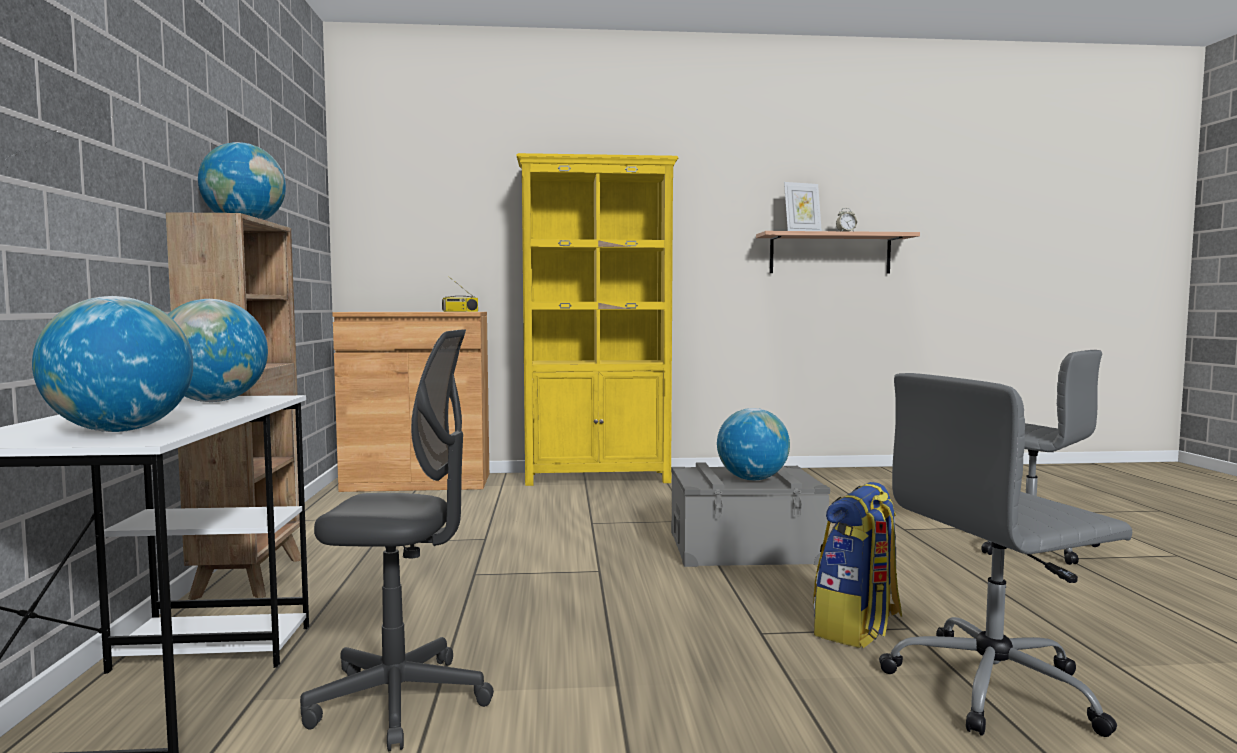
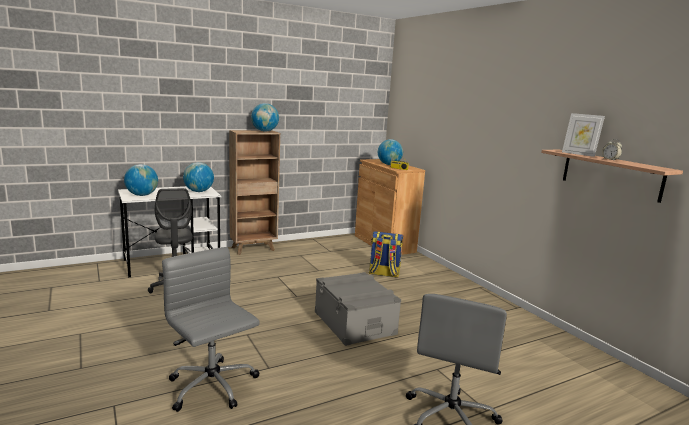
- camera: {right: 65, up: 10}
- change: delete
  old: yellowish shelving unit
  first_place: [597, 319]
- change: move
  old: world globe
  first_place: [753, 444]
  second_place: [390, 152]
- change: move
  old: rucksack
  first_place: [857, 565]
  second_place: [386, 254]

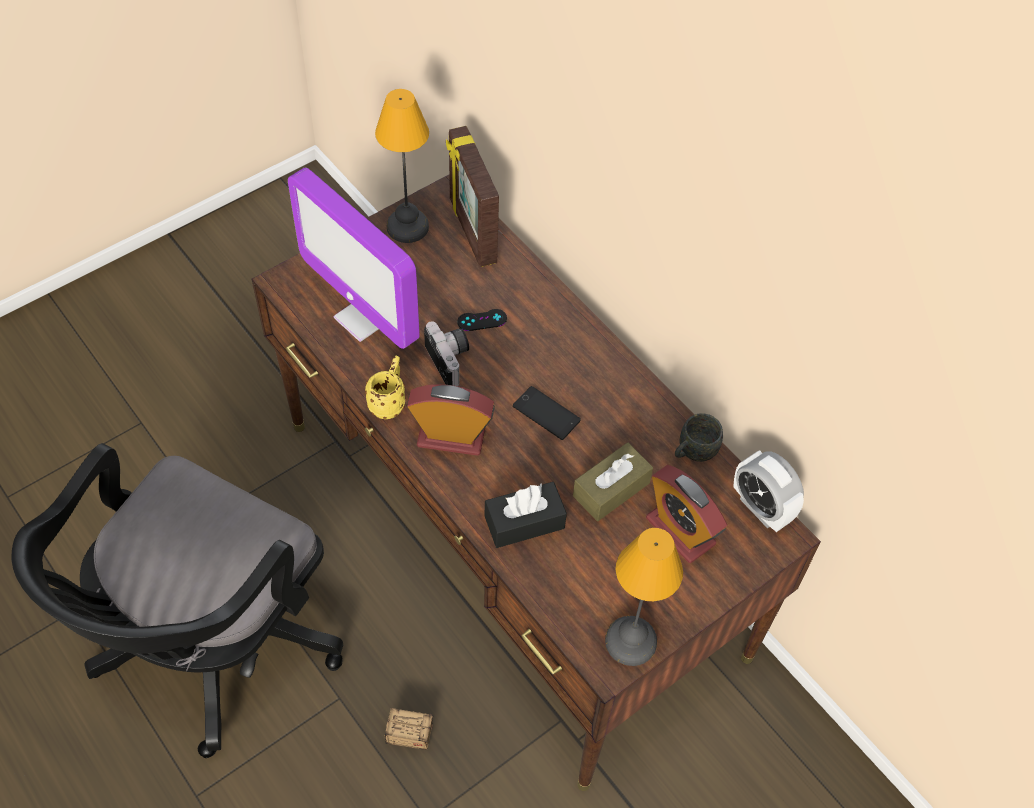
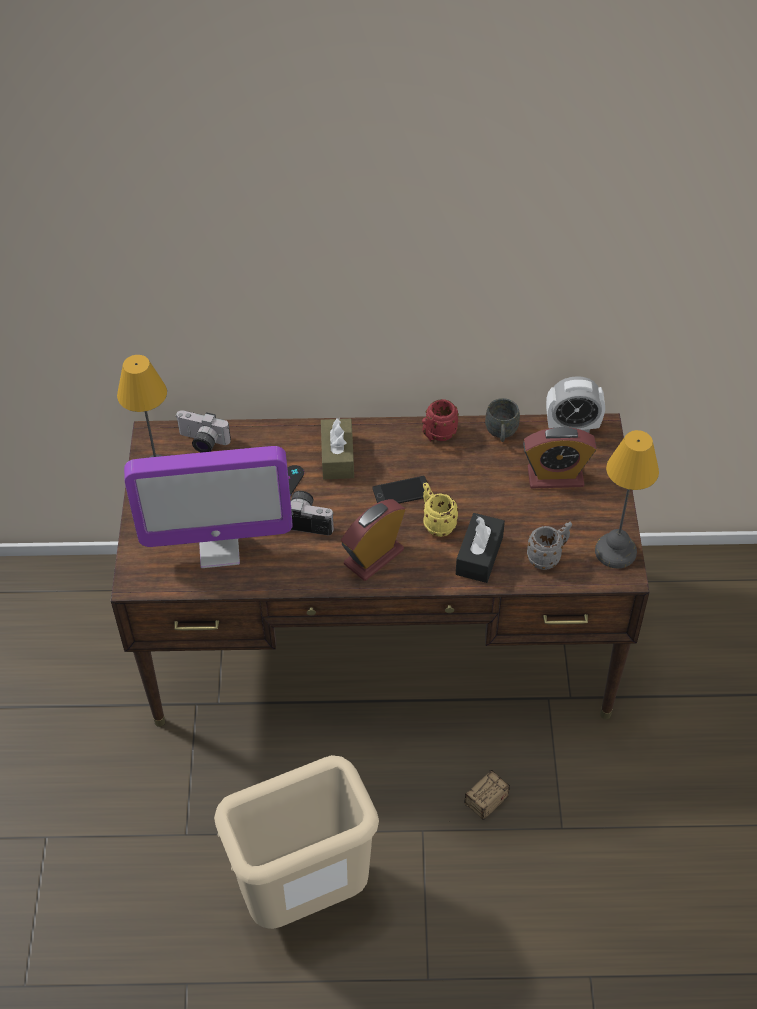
- camera: {right: -50, up: -5}
- change: insert
  new: reddish tea mug
  second_place: [440, 420]
- change: insert
  new: gray tea mug
  second_place: [549, 545]
- change: move
  old: yellowish tea mug
  first_place: [385, 387]
  second_place: [441, 509]
- change: move
  old: brown-coloured box of tissues
  first_place: [613, 482]
  second_place: [337, 448]
- change: replace
  old: blackish computer chair
  new: sand-coloured trash can
  first_place: [177, 600]
  second_place: [296, 842]
- change: replace
  old: photo frame
  new: photo camera
  first_place: [472, 196]
  second_place: [203, 431]

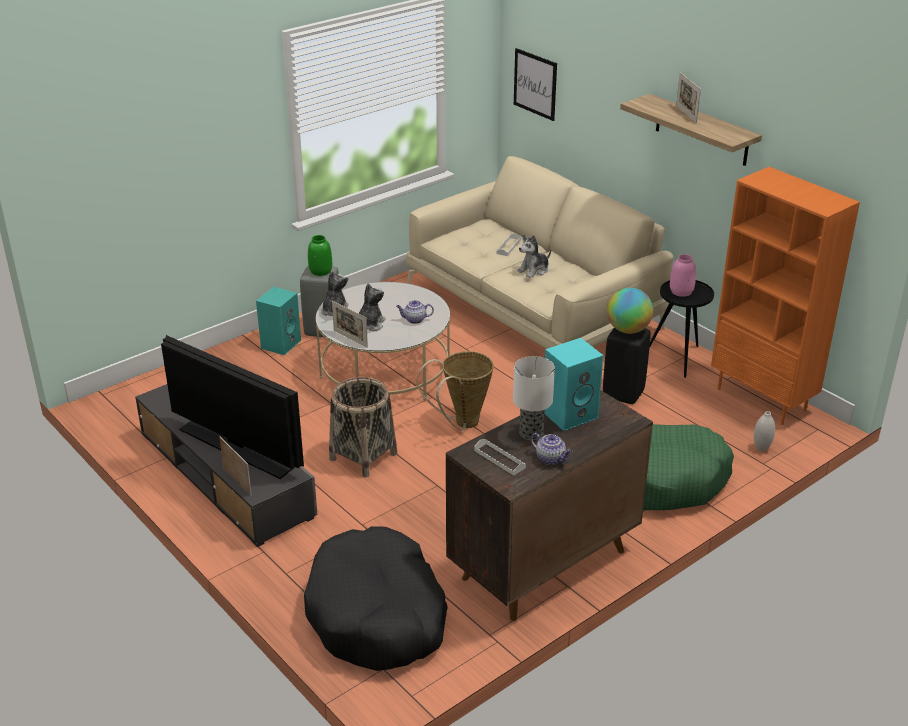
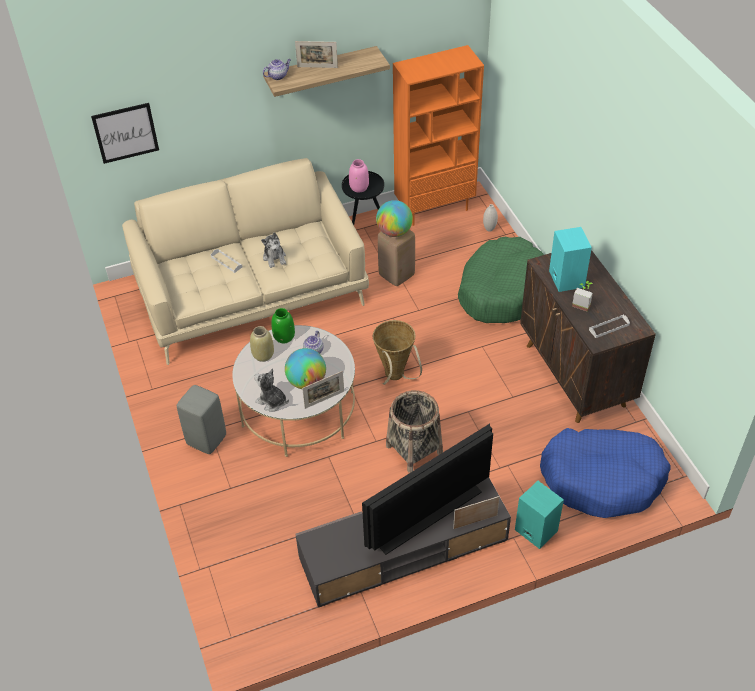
- camera: {right: -70, up: 15}
- change: insert
  new: sand-coloured vase
  second_place: [262, 344]
- change: move
  old: blue-green loudspeaker
  first_place: [278, 321]
  second_place: [539, 515]
- change: move
  old: greenish vase
  first_place: [320, 255]
  second_place: [283, 325]
- change: move
  old: pot for tea
  first_place: [551, 449]
  second_place: [277, 69]
- change: replace
  old: soft toy
  new: world globe
  first_place: [372, 307]
  second_place: [305, 368]
- change: replace
  old: lamp for a table
  new: potted plant
  first_place: [534, 398]
  second_place: [582, 296]
- change: recolor
  old: blackish pet bed
  new: bluish pet bed
  first_place: [376, 598]
  second_place: [605, 473]
- change: recolor
  old: blackish stool seat
  new: sand-coloured stool seat
  first_place: [626, 366]
  second_place: [396, 257]

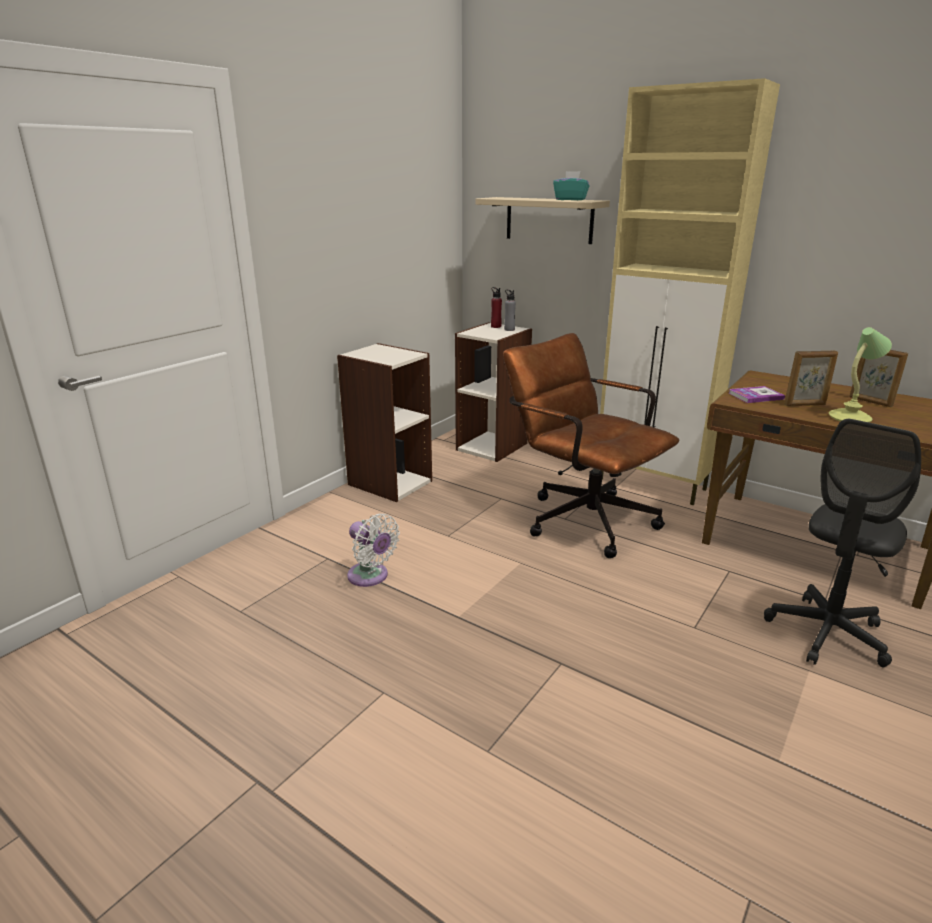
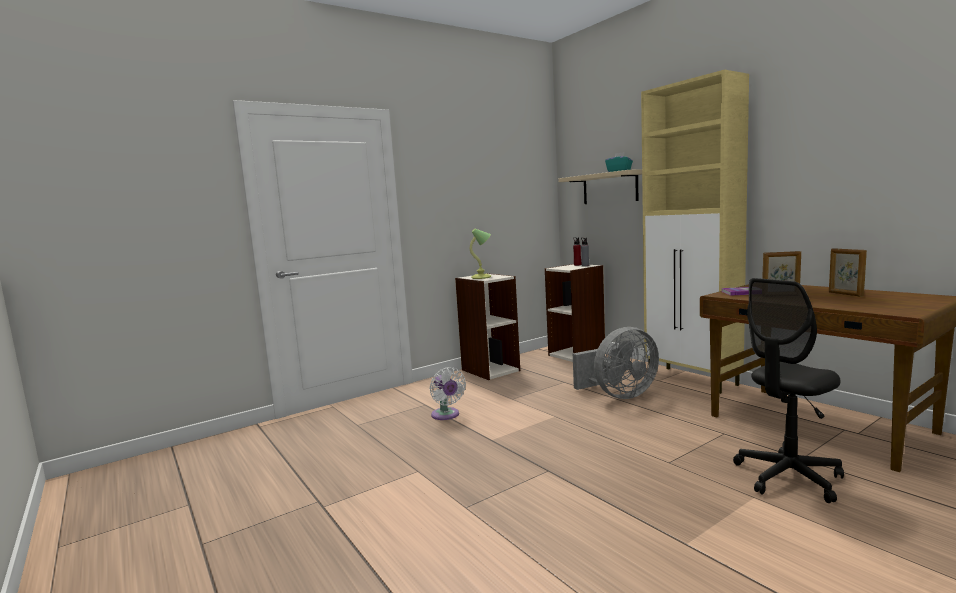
- camera: {right: 20, up: -15}
- change: move
  old: lamp for a table
  first_place: [860, 374]
  second_place: [480, 254]
- change: replace
  old: brown-coloured computer chair
  new: gray electric fan
  first_place: [591, 445]
  second_place: [616, 363]

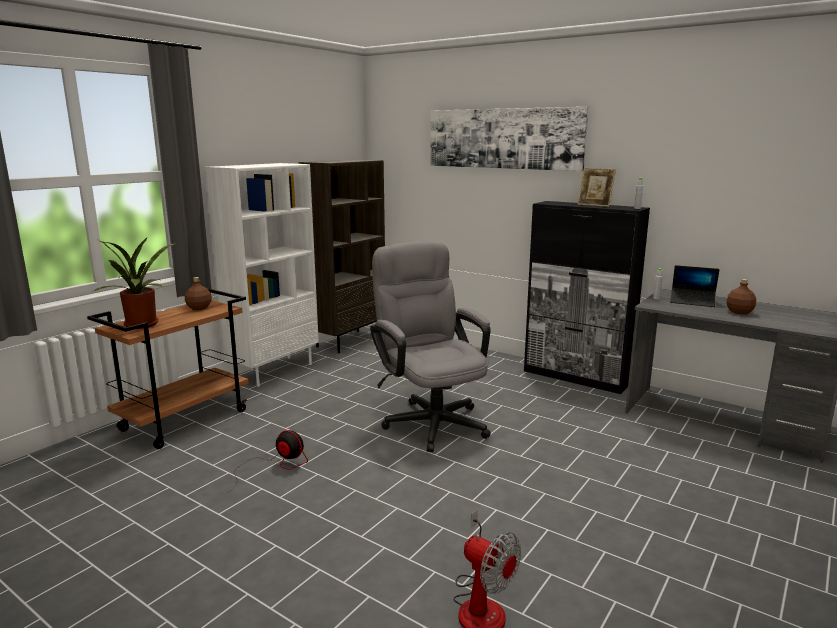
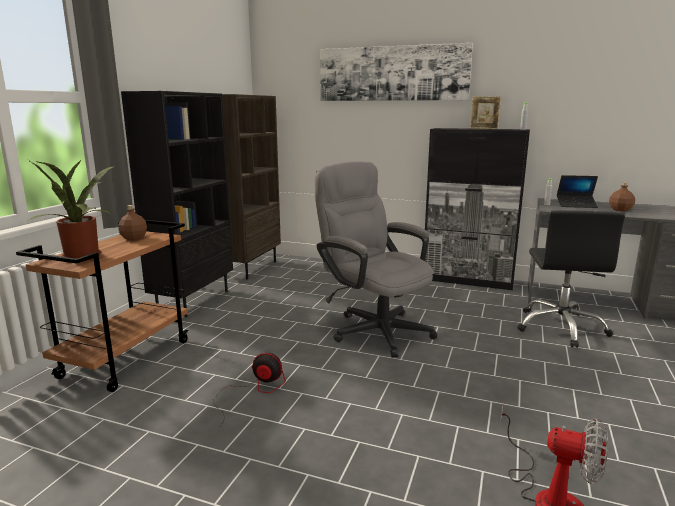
- camera: {right: -15, up: 0}
- change: insert
  new: blackish computer chair
  second_place: [571, 279]
- change: recolor
  old: whitish shelving unit
  new: blackish shelving unit
  first_place: [262, 275]
  second_place: [177, 204]

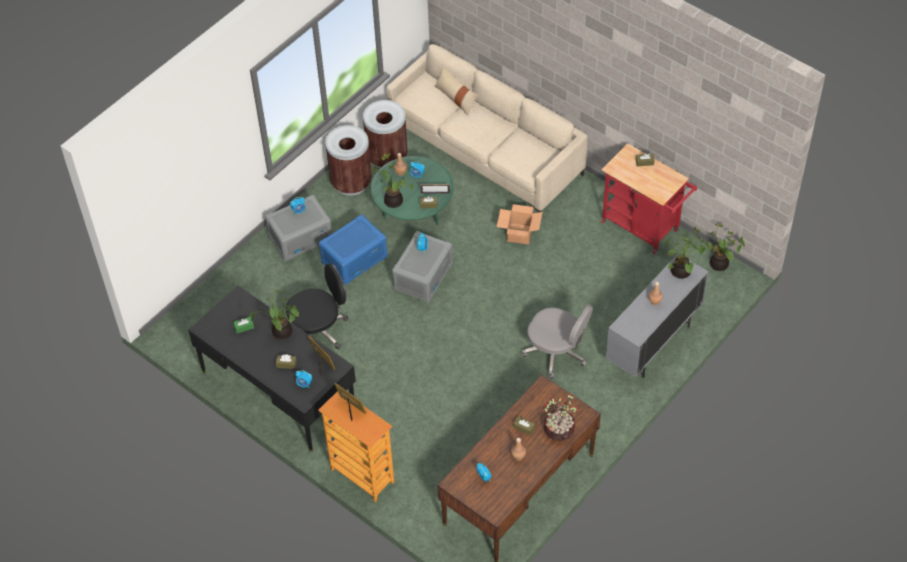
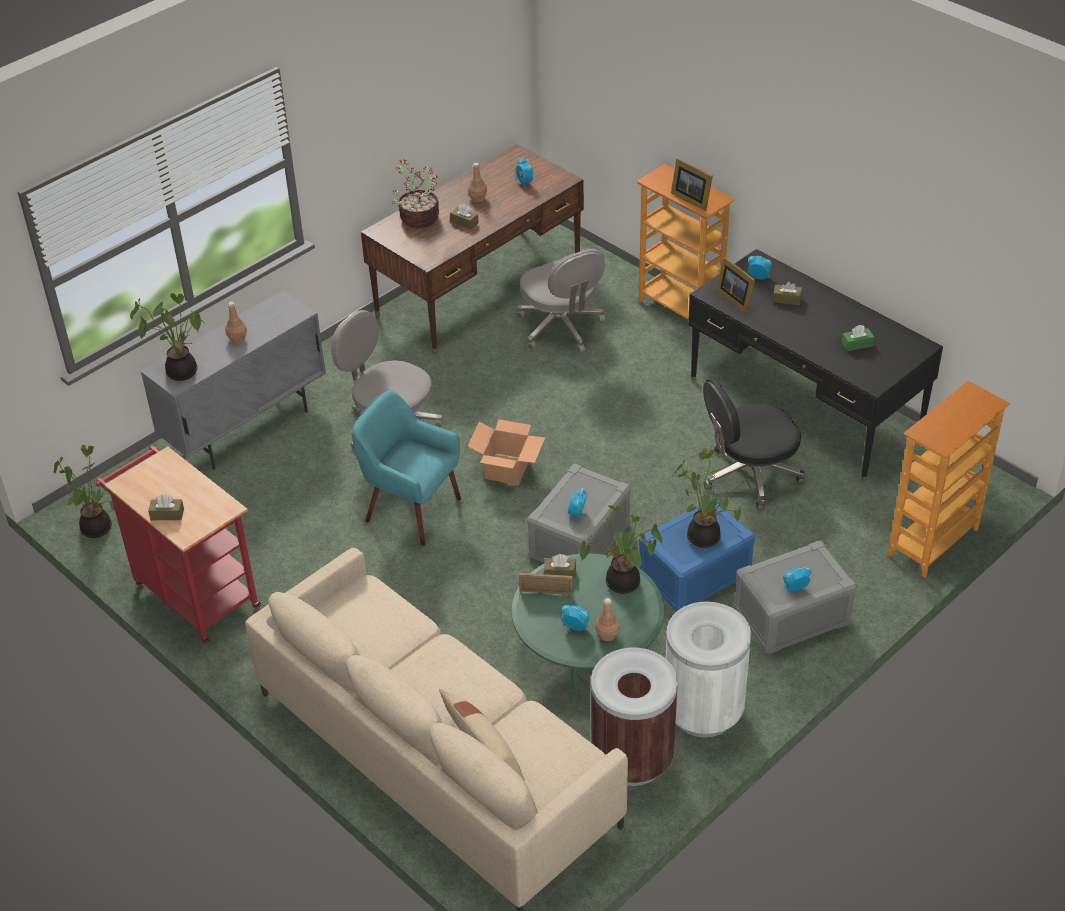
- camera: {right: -175, up: -10}
- change: insert
  new: blue-green easy chair
  second_place: [406, 468]
- change: insert
  new: gray computer chair
  second_place: [560, 300]
- change: insert
  new: shelving unit
  second_place: [949, 479]
- change: move
  old: potted plant
  first_place: [274, 314]
  second_place: [712, 498]
- change: move
  old: packing box
  first_place: [520, 224]
  second_place: [506, 452]
- change: recolor
  old: brown-coloured trash can
  new: whitish trash can
  first_place: [348, 160]
  second_place: [708, 670]

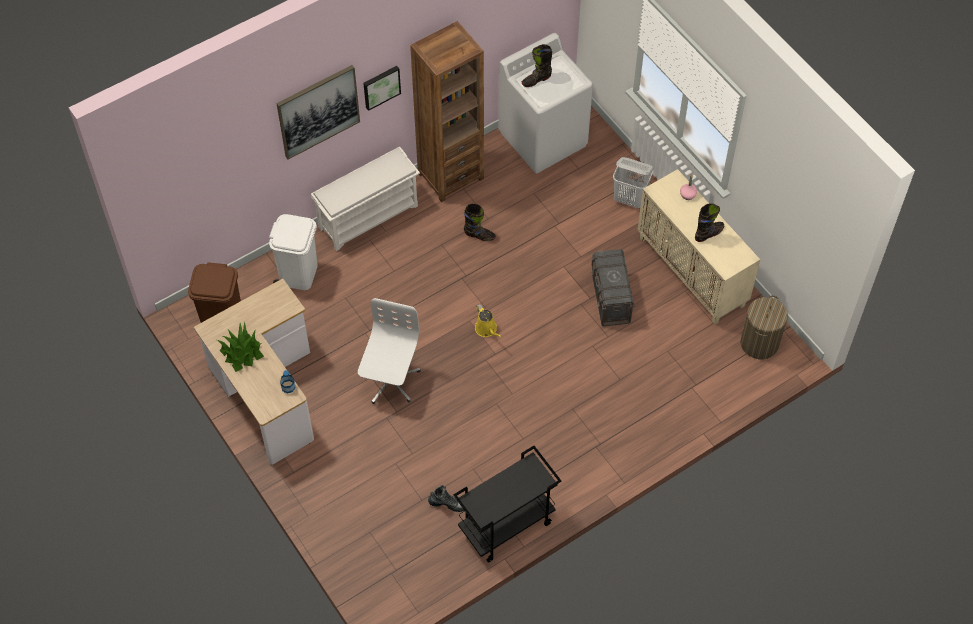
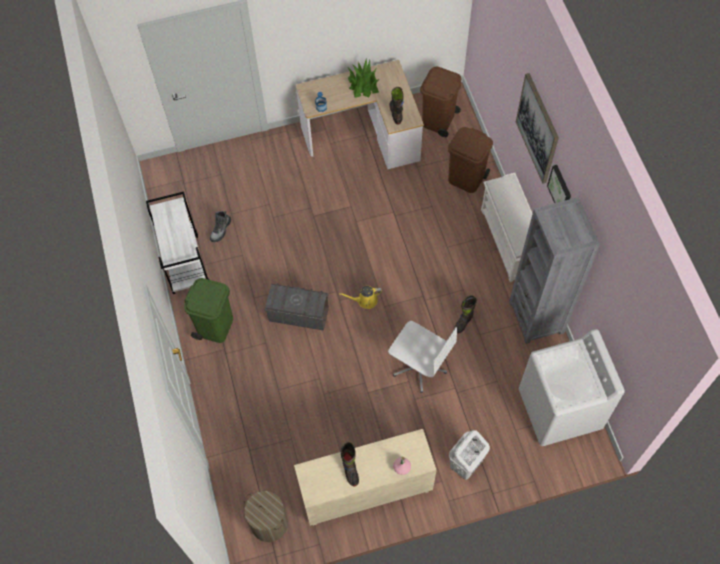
- camera: {right: 110, up: 5}
- change: insert
  new: greenish trash can
  second_place: [208, 310]
- change: move
  old: whitish computer chair
  first_place: [389, 351]
  second_place: [422, 357]
- change: move
  old: blackish high-top boot
  first_place: [537, 65]
  second_place: [397, 105]
- change: move
  old: gray storage bin
  first_place: [613, 287]
  second_place: [297, 306]
- change: recolor
  old: whitish trash can
  new: brown-coloured trash can
  first_place: [293, 252]
  second_place: [470, 160]
- change: recolor
  old: brown-coloured shelving unit
  new: gray shelving unit
  first_place: [447, 111]
  second_place: [554, 270]
- change: recolor
  old: blackish cart
  new: whitish cart
  first_place: [507, 504]
  second_place: [177, 242]

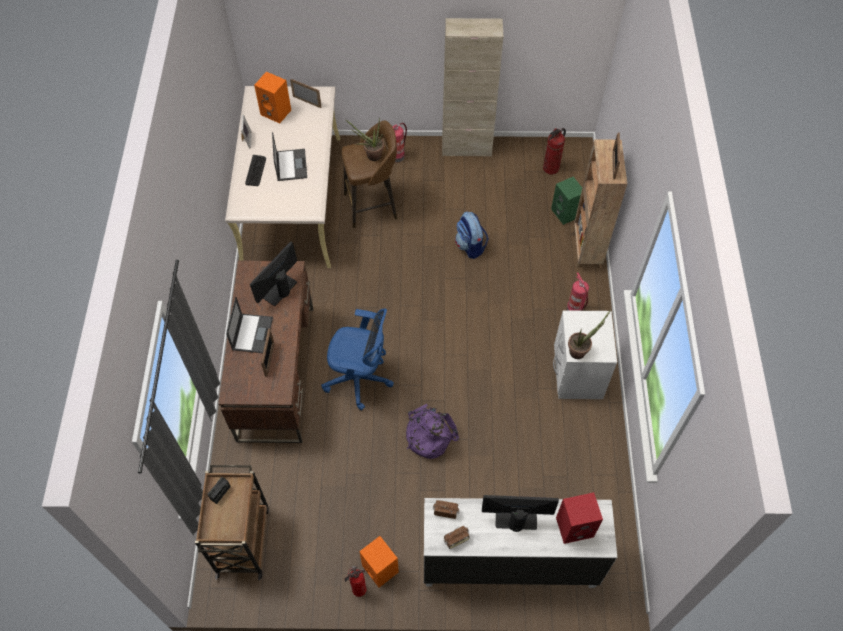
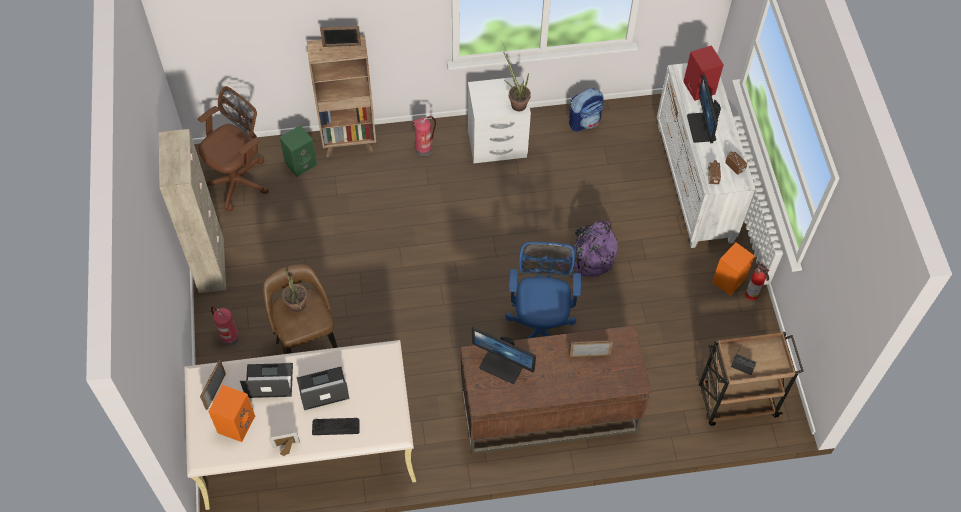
- camera: {right: -100, up: 0}
- change: move
  old: notebook computer
  first_place: [249, 325]
  second_place: [266, 380]
- change: move
  old: rucksack
  first_place: [472, 235]
  second_place: [586, 110]
- change: replace
  old: extinguisher
  new: brown-coloured computer chair
  first_place: [554, 151]
  second_place: [233, 148]

